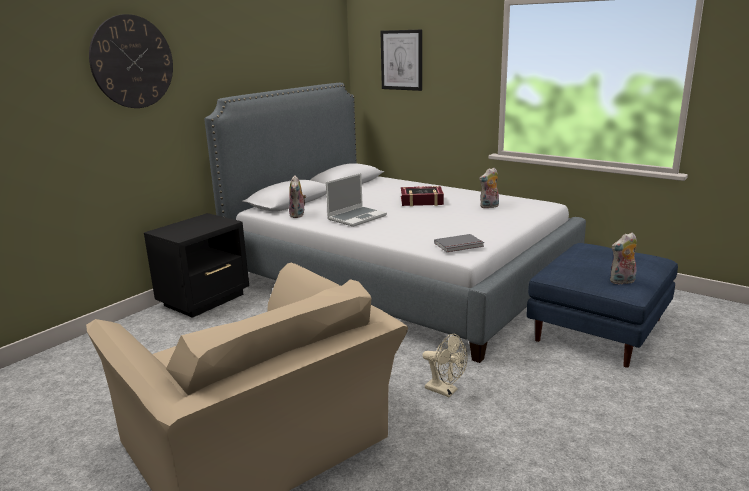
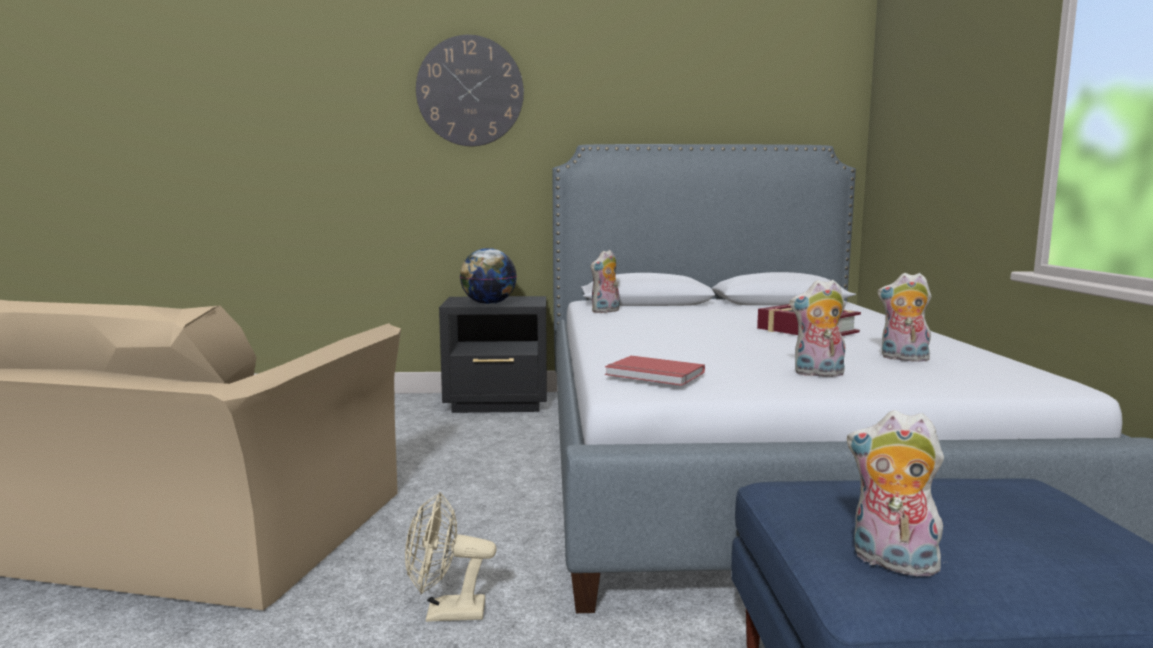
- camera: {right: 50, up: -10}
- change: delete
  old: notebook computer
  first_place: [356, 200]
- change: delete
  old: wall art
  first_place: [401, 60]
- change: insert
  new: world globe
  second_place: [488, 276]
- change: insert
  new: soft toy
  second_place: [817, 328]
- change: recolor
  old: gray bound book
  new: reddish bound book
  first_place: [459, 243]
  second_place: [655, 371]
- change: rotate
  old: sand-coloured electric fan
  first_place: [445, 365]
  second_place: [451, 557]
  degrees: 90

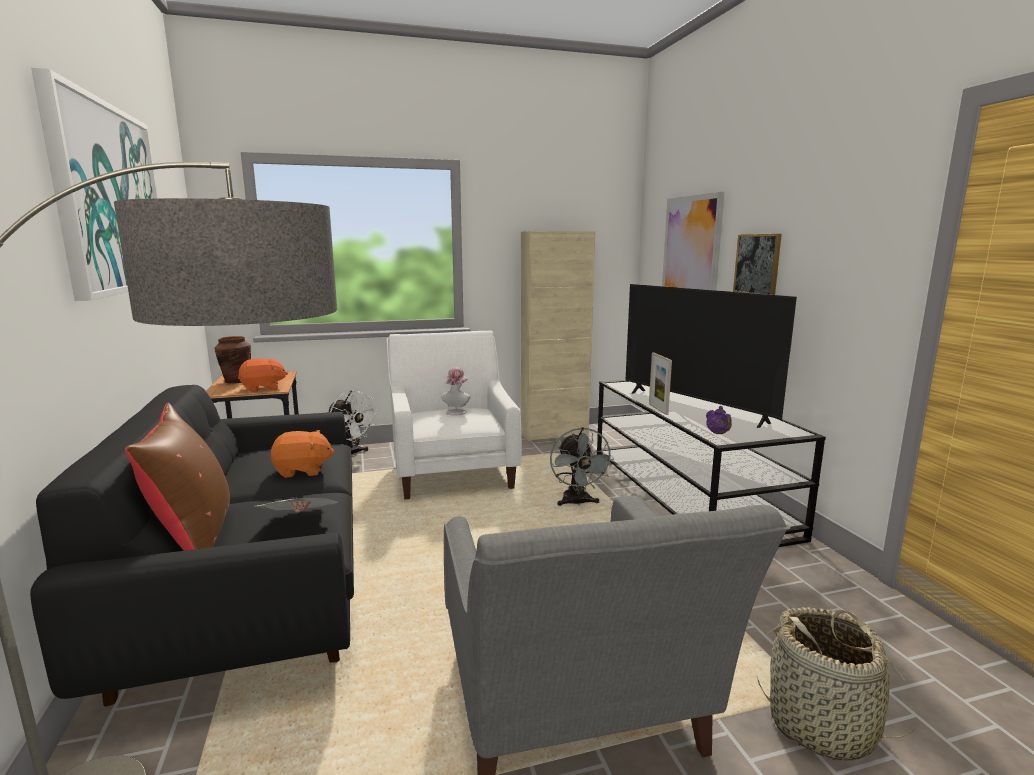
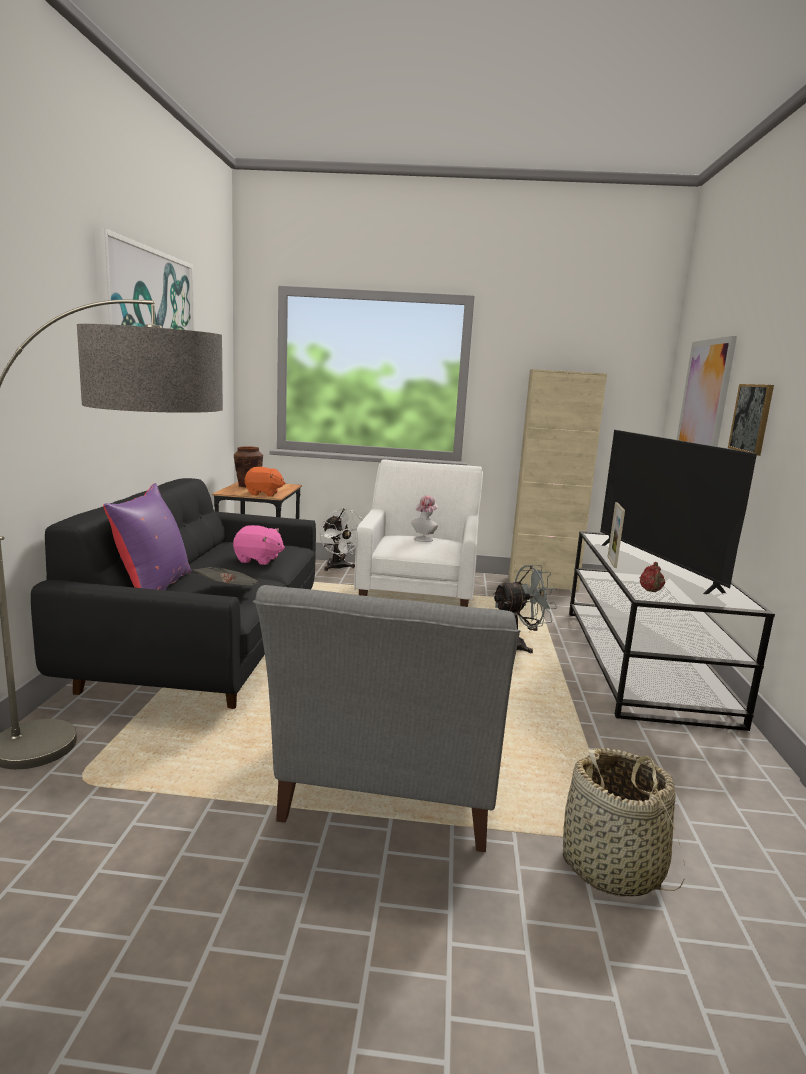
- camera: {right: 20, up: 0}
- change: recolor
  old: brown-coloured cushion
  new: purplish cushion
  first_place: [177, 477]
  second_place: [147, 536]
- change: recolor
  old: orange-coloured soft toy
  new: pink-coloured soft toy
  first_place: [303, 454]
  second_place: [259, 545]
- change: recolor
  old: purplish pot for tea
  new: reddish pot for tea
  first_place: [719, 420]
  second_place: [652, 577]
- change: rotate
  old: gray electric fan
  first_place: [582, 466]
  second_place: [524, 609]
  degrees: -120

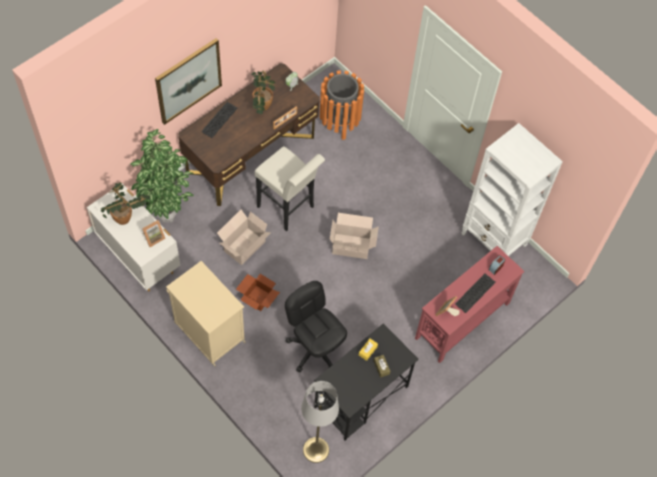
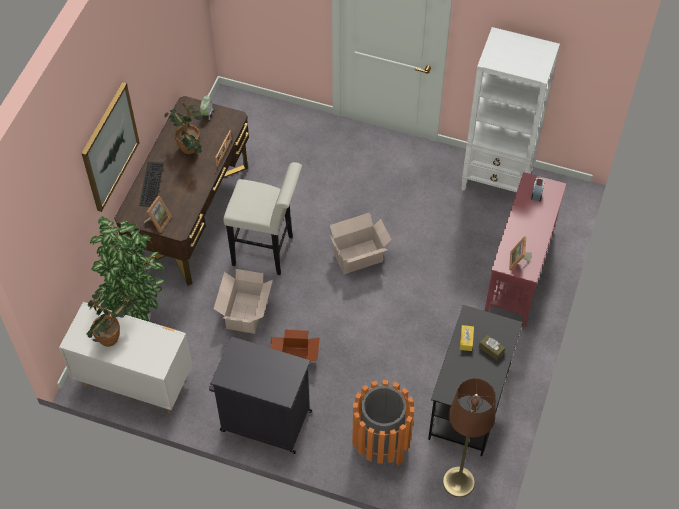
- camera: {right: -25, up: -5}
- change: delete
  old: blackish computer chair
  first_place: [316, 326]
- change: delete
  old: keyboard
  first_place: [475, 293]
- change: move
  old: photo frame
  first_place: [154, 233]
  second_place: [158, 214]
- change: move
  old: orange-coloured trash can
  first_place: [342, 105]
  second_place: [383, 423]
- change: recolor
  old: sand-coloured cabinet
  new: blackish cabinet
  first_place: [206, 314]
  second_place: [260, 395]
- change: recolor
  old: gray standard lamp
  new: brown-coloured standard lamp
  first_place: [320, 422]
  second_place: [469, 437]

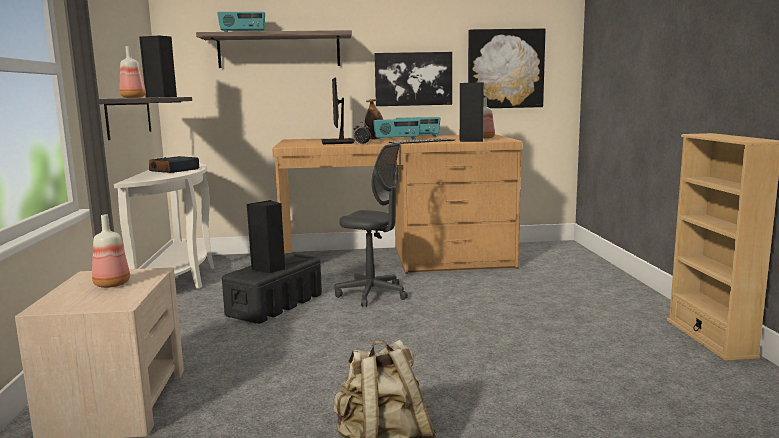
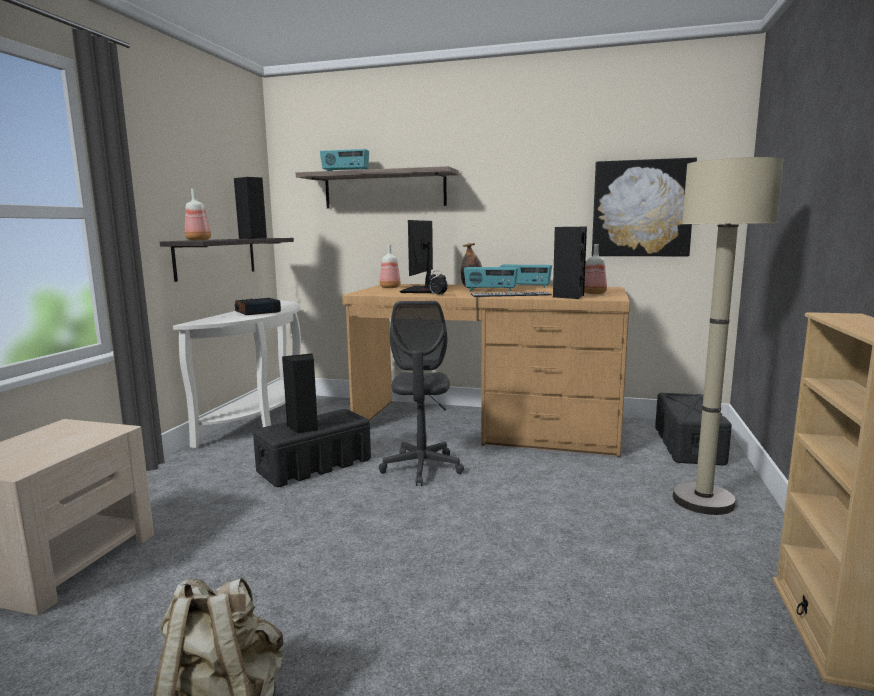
- camera: {right: 20, up: 0}
- change: delete
  old: wall art
  first_place: [413, 79]
- change: insert
  new: blackish storage bin
  second_place: [693, 429]
- change: insert
  new: sand-coloured standard lamp
  second_place: [728, 336]
- change: move
  old: bottle
  first_place: [111, 251]
  second_place: [390, 266]
- change: rotate
  old: gray computer chair
  first_place: [371, 225]
  second_place: [421, 393]
  degrees: 45

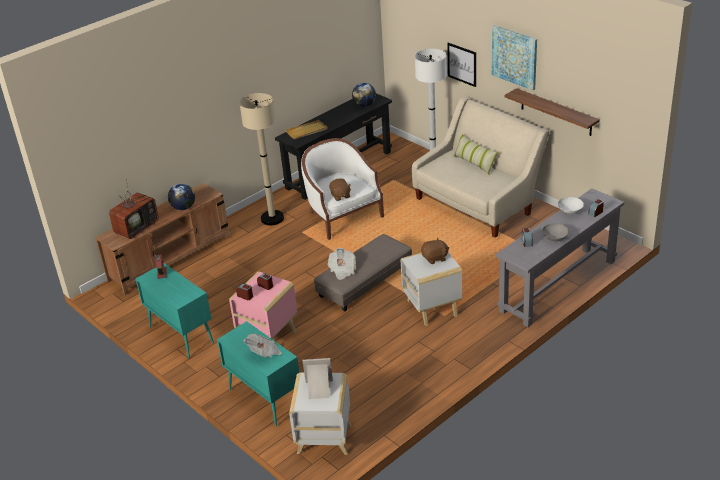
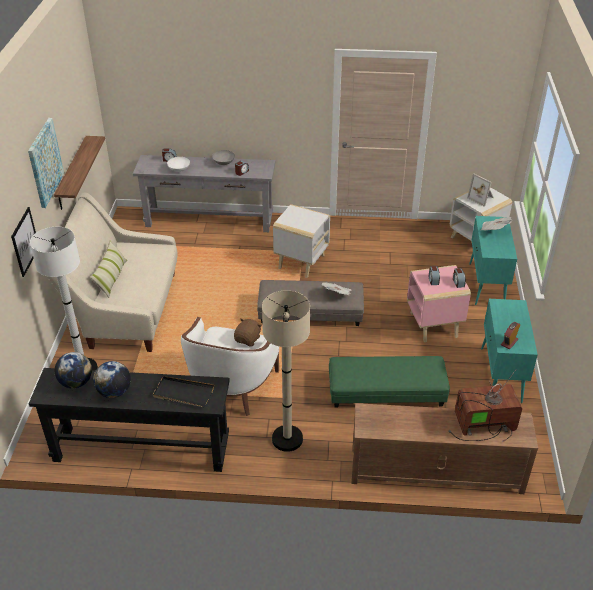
- camera: {right: -135, up: 5}
- change: delete
  old: brown-coloured soft toy
  first_place: [435, 251]
- change: insert
  new: greenish pouffe
  second_place: [389, 382]
- change: move
  old: world globe
  first_place: [181, 196]
  second_place: [112, 379]
- change: recolor
  old: sand-coloured carrying tray
  new: blackish carrying tray
  first_place: [306, 129]
  second_place: [183, 391]

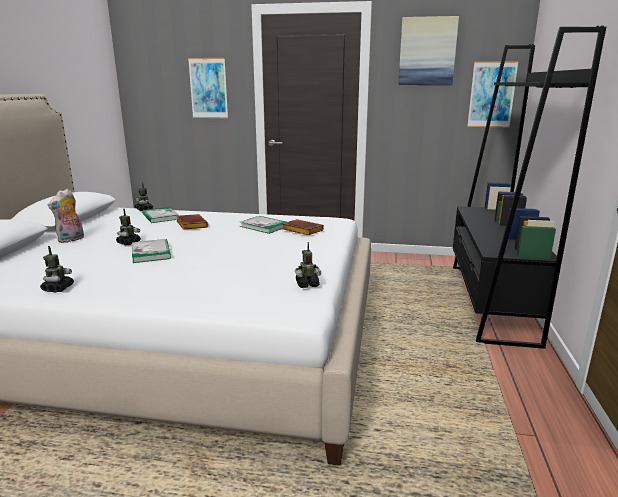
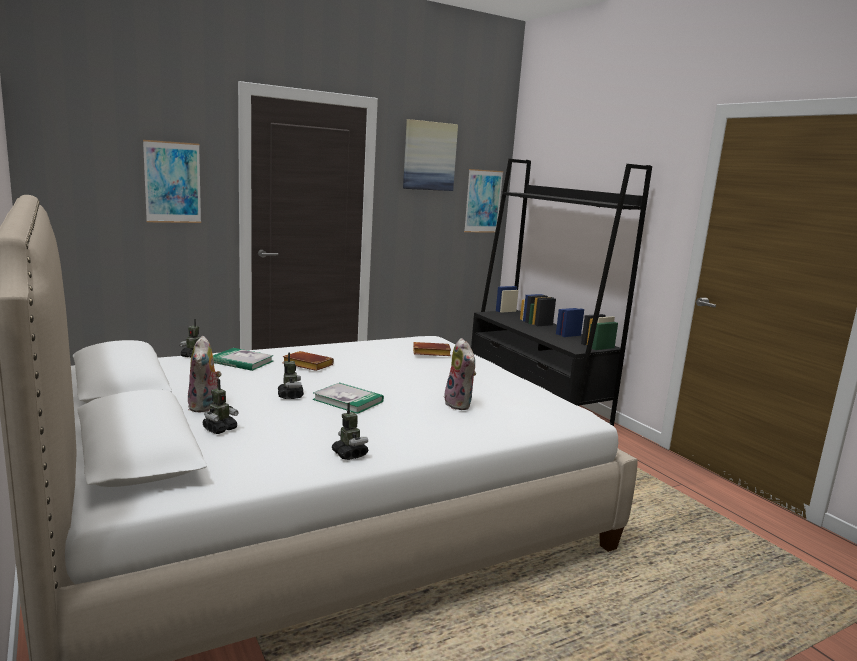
- camera: {right: -40, up: -5}
- change: delete
  old: bound book
  first_place: [263, 225]
- change: insert
  new: soft toy
  second_place: [459, 374]
- change: move
  old: robot figure
  first_place: [308, 265]
  second_place: [220, 406]

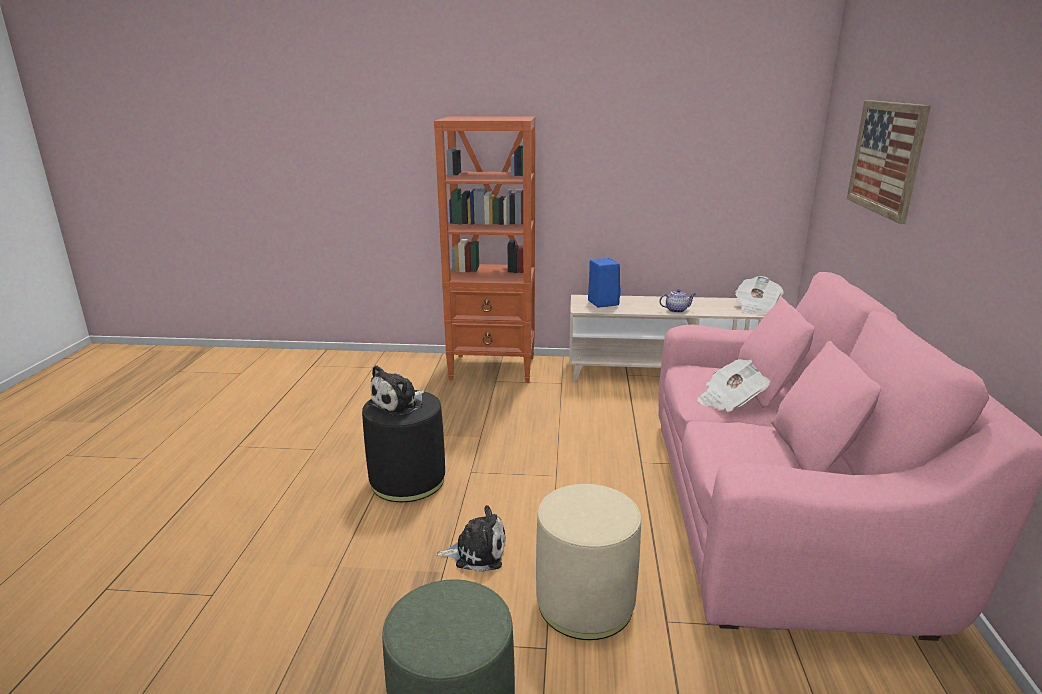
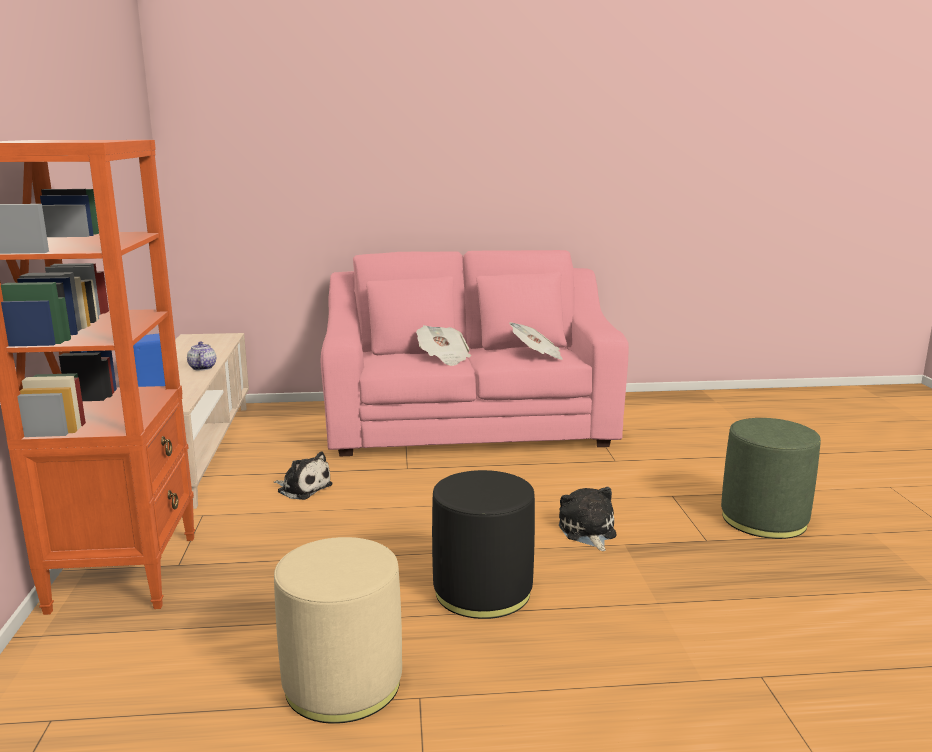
- camera: {right: -100, up: -5}
- change: delete
  old: wall art
  first_place: [889, 162]
- change: move
  old: soft toy
  first_place: [396, 390]
  second_place: [303, 475]
- change: move
  old: sand-coloured pouffe
  first_place: [588, 562]
  second_place: [338, 630]
- change: move
  old: printed paper
  first_place: [759, 295]
  second_place: [536, 341]

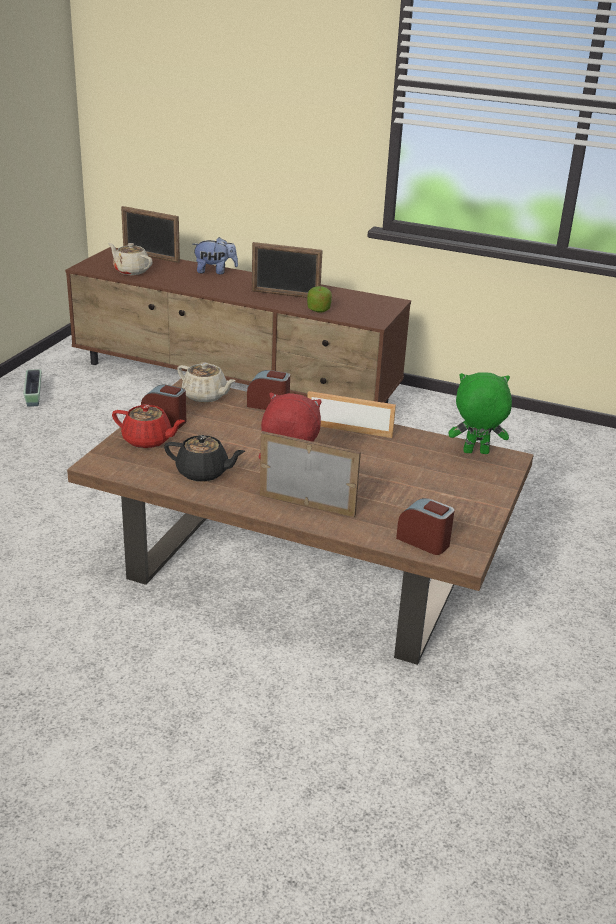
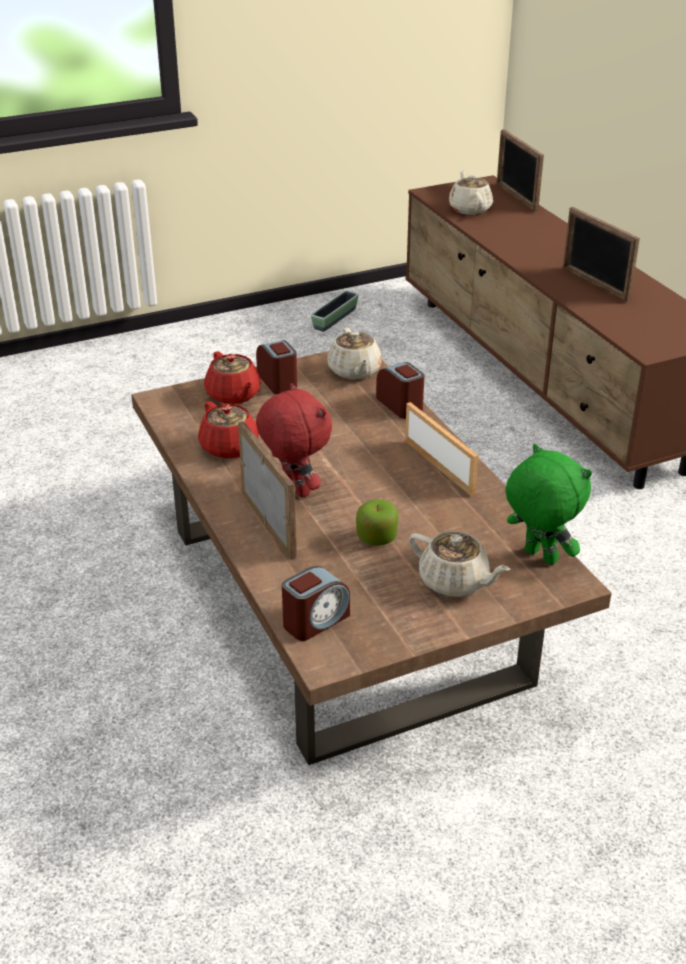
- camera: {right: 45, up: 5}
- change: delete
  old: soft toy
  first_place: [215, 255]
- change: insert
  new: sand-coloured pot for tea
  second_place: [459, 564]
- change: move
  old: apple fruit
  first_place: [319, 299]
  second_place: [377, 522]
- change: recolor
  old: blackish pot for tea
  new: reddish pot for tea
  first_place: [205, 458]
  second_place: [228, 430]
- change: rotate
  old: bedside clock
  first_place: [425, 526]
  second_place: [316, 603]
  degrees: 60

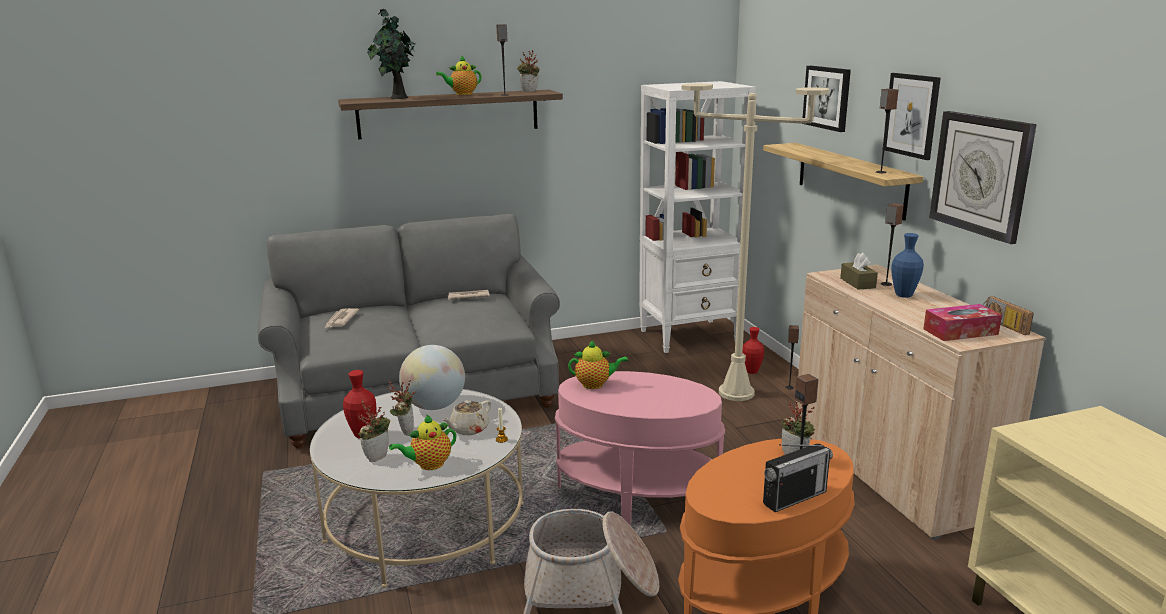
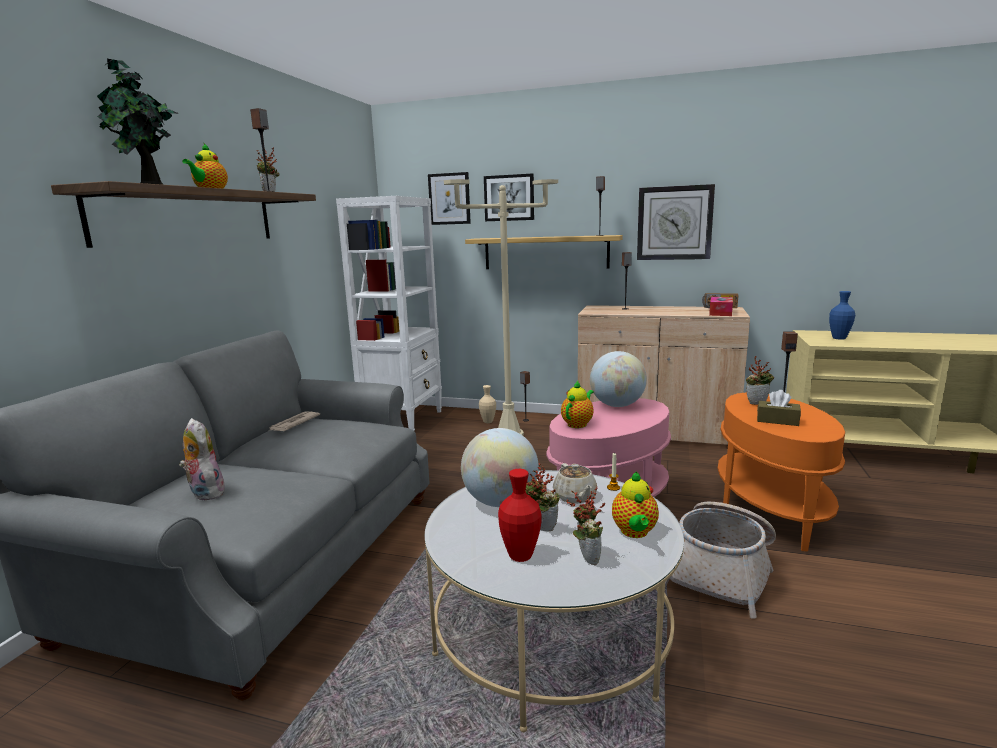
- camera: {right: -55, up: -5}
- change: delete
  old: radio receiver
  first_place: [798, 478]
- change: insert
  new: world globe
  second_place: [618, 379]
- change: move
  old: brown-coloured box of tissues
  first_place: [859, 271]
  second_place: [779, 408]
- change: move
  old: wall art
  first_place: [913, 116]
  second_place: [449, 198]
- change: move
  old: bluish vase
  first_place: [907, 265]
  second_place: [842, 315]
- change: replace
  old: printed paper
  new: soft toy
  first_place: [341, 318]
  second_place: [202, 459]
- change: recolor
  old: reddish vase
  new: sand-coloured vase
  first_place: [753, 350]
  second_place: [487, 404]

